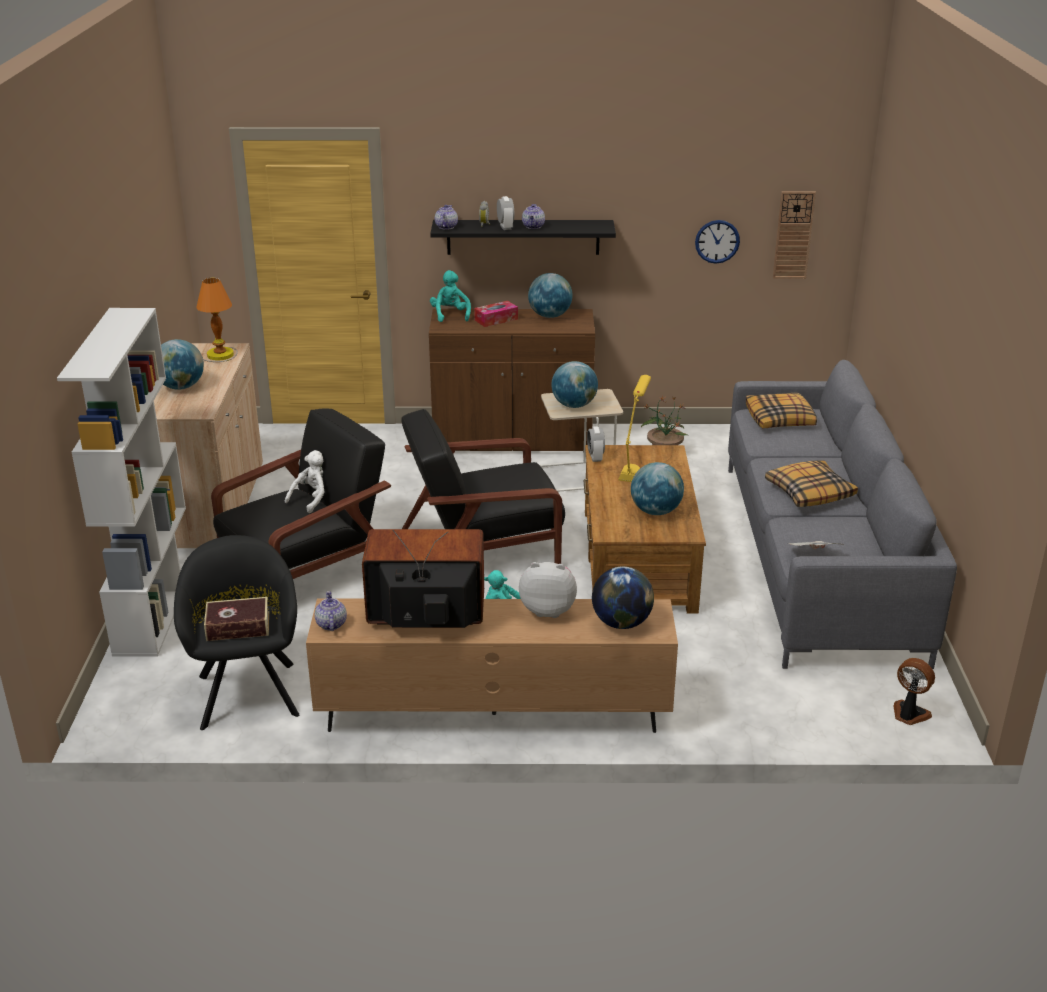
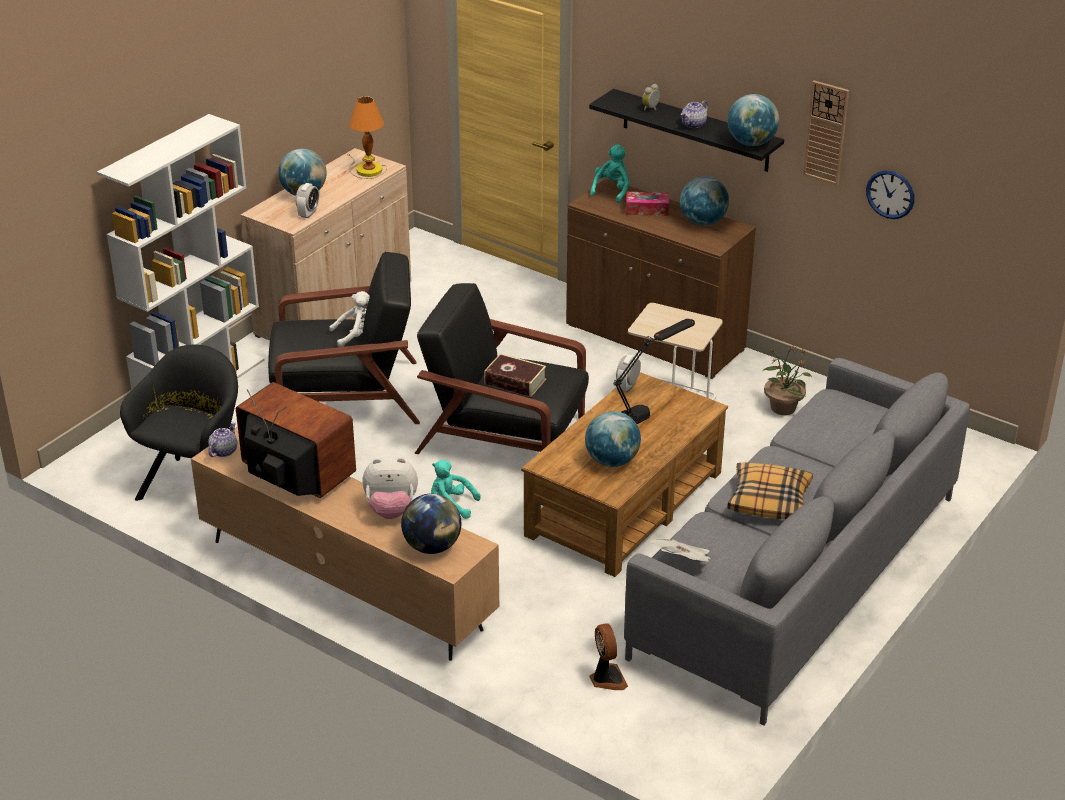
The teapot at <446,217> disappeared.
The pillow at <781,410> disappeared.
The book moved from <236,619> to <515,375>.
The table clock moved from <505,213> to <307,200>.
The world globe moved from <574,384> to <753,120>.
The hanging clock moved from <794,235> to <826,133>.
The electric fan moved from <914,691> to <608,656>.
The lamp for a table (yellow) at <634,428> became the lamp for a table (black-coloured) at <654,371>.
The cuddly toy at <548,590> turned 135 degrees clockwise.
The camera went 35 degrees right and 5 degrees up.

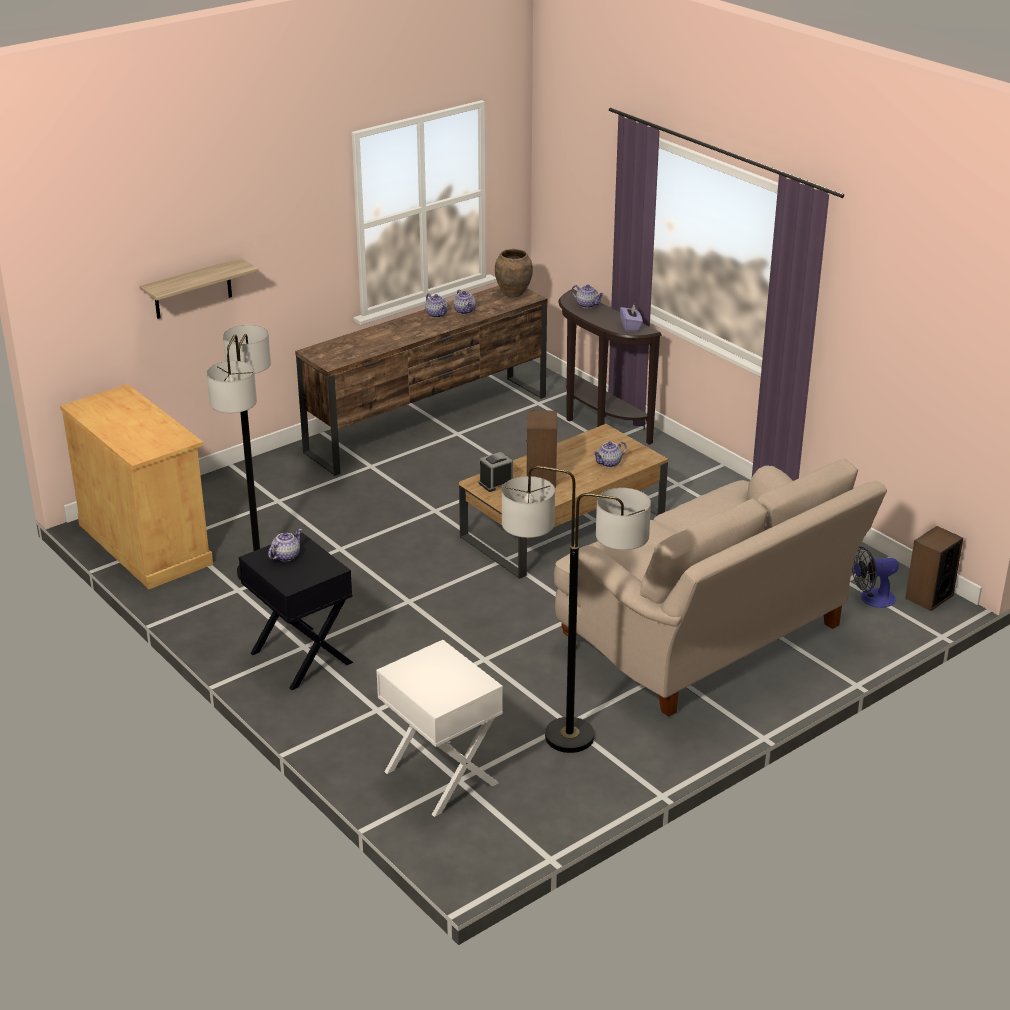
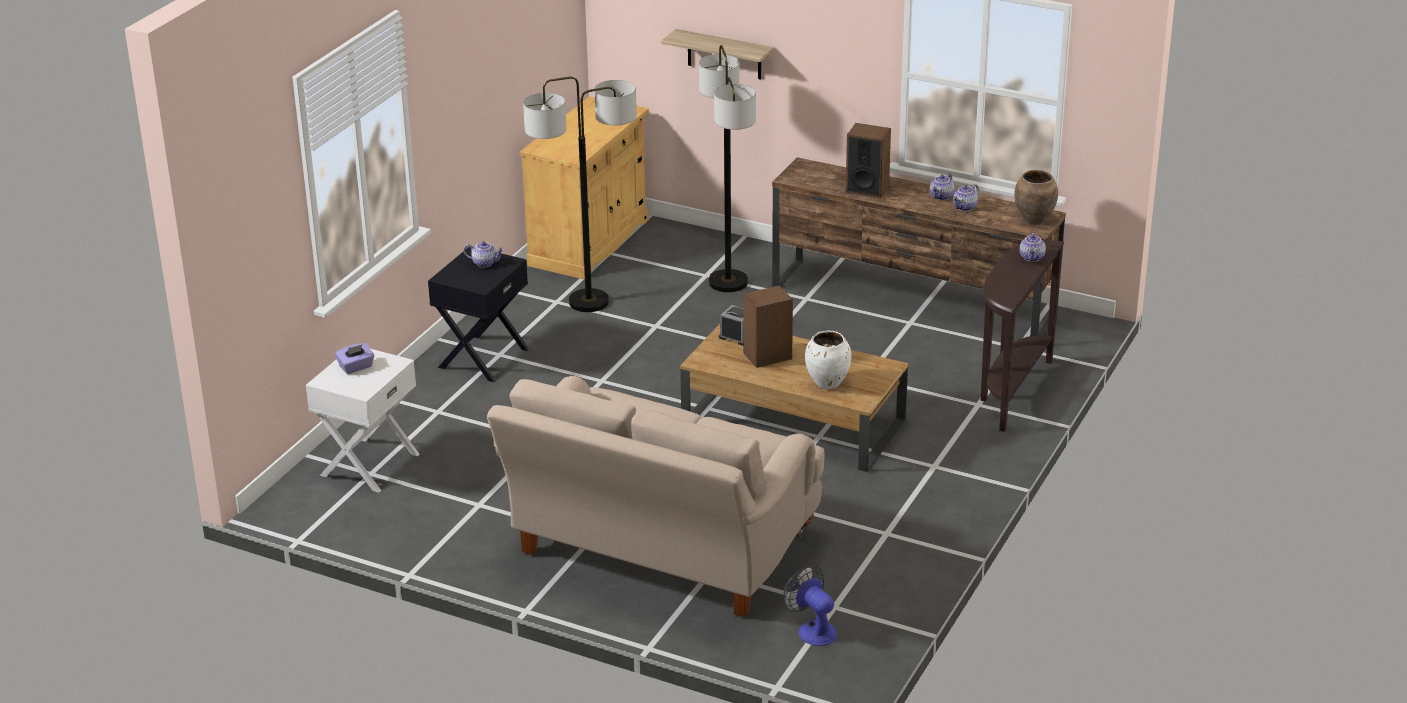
The standard lamp moved from <576,609> to <727,168>.
The tissue box (purplish) moved from <631,318> to <354,358>.
The loudspeaker moved from <934,568> to <868,160>.
The teapot at <610,454> was replaced by the decorative vase (white-coloured) at <828,359>.
The camera went 65 degrees right and 0 degrees up.

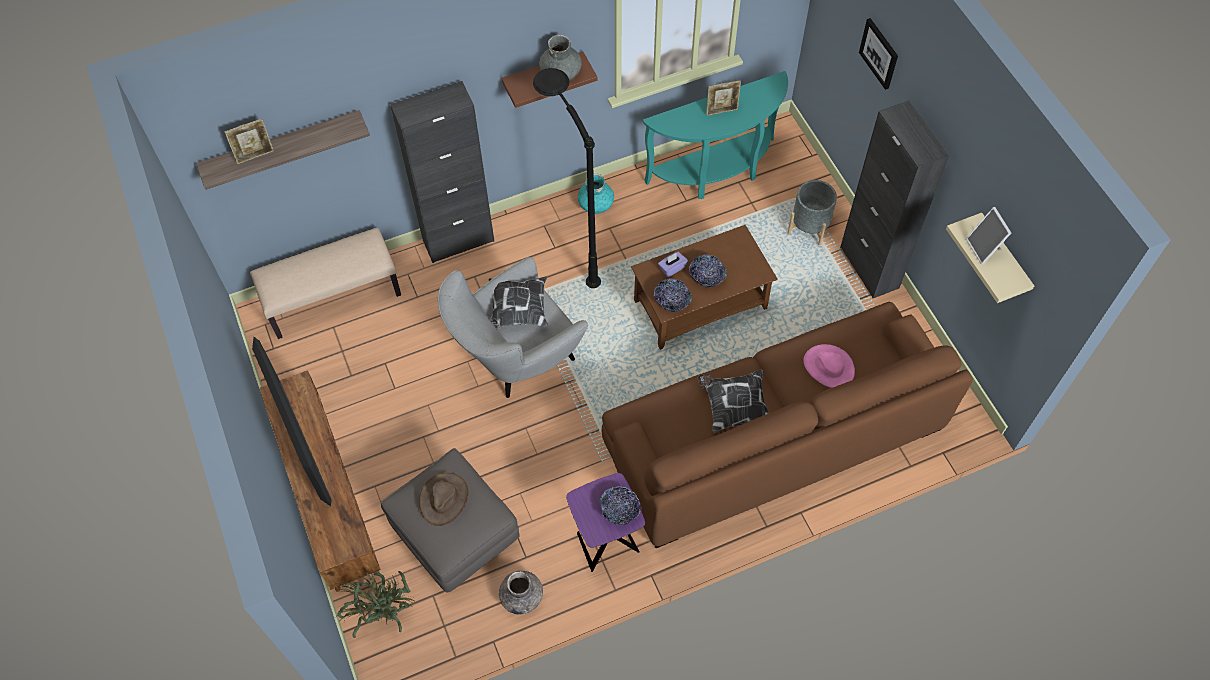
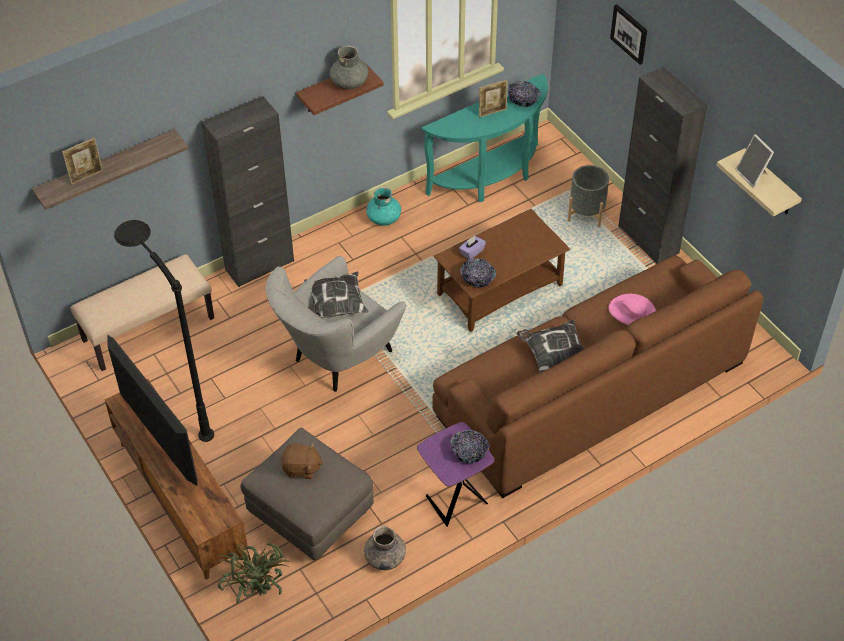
The standard lamp (black-coloured) moved from <567,178> to <164,331>.
The serving bowl moved from <708,271> to <524,94>.
The wearable hat (brown-coloured) at <444,499> was replaced by the cuddly toy (brown-coloured) at <302,461>.
The camera went 10 degrees left and 10 degrees down.

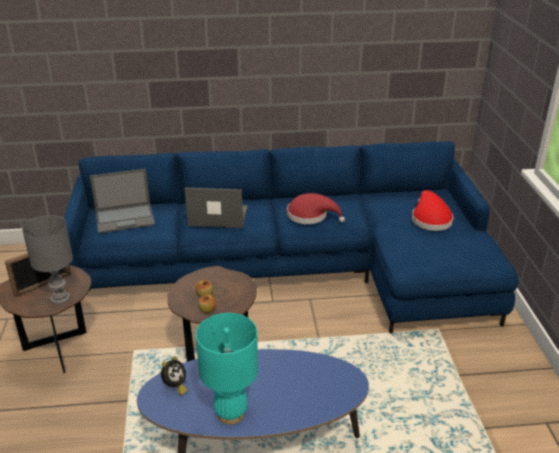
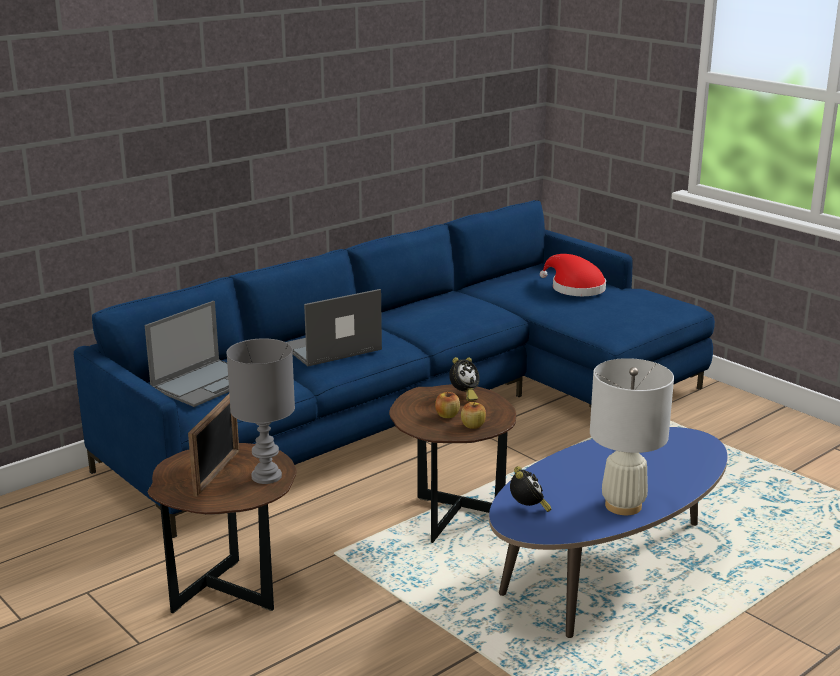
The wearable hat (reddish) at <316,208> disappeared.
The table clock at <464,379> appeared.
The lamp for a table (blue-green) at <227,368> became the lamp for a table (white-coloured) at <632,436>.
The camera went 35 degrees left and 10 degrees down.

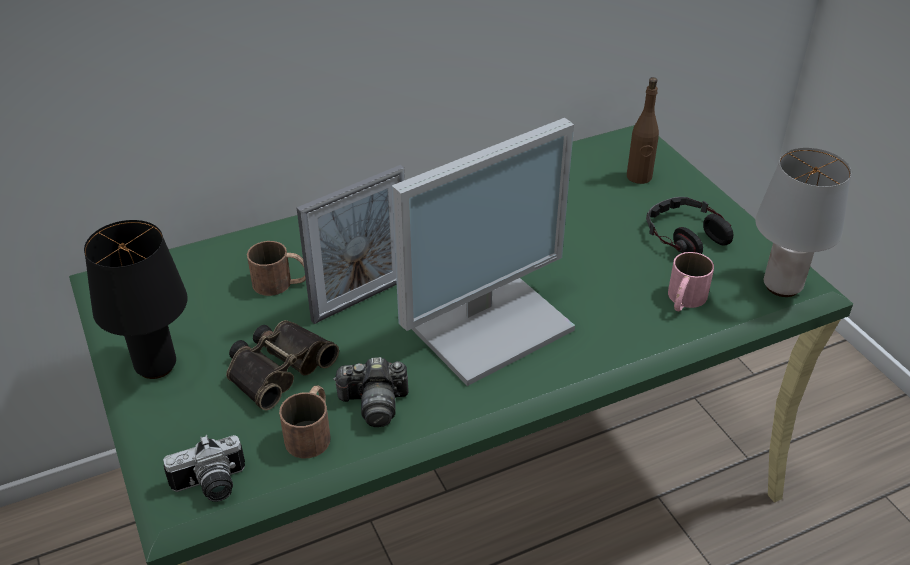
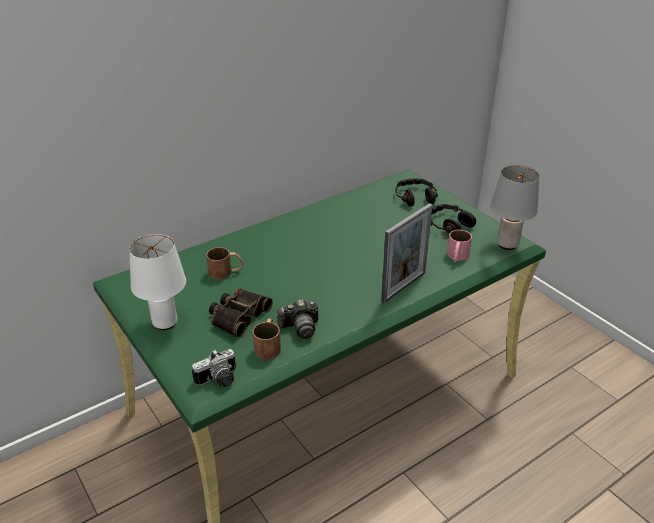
The computer display at <483,252> disappeared.
The standing frame moved from <351,244> to <406,253>.
The drink bottle (brown-coloured) at <643,130> was replaced by the pair of headphones at <416,192>.
The lamp for a table (black-coloured) at <136,299> became the lamp for a table (white-coloured) at <157,282>.
The camera went 10 degrees left and 5 degrees down.

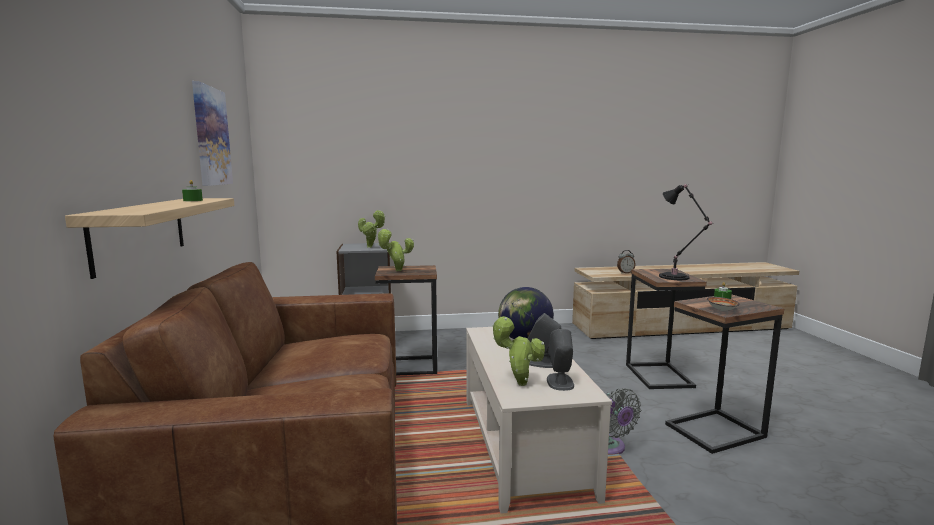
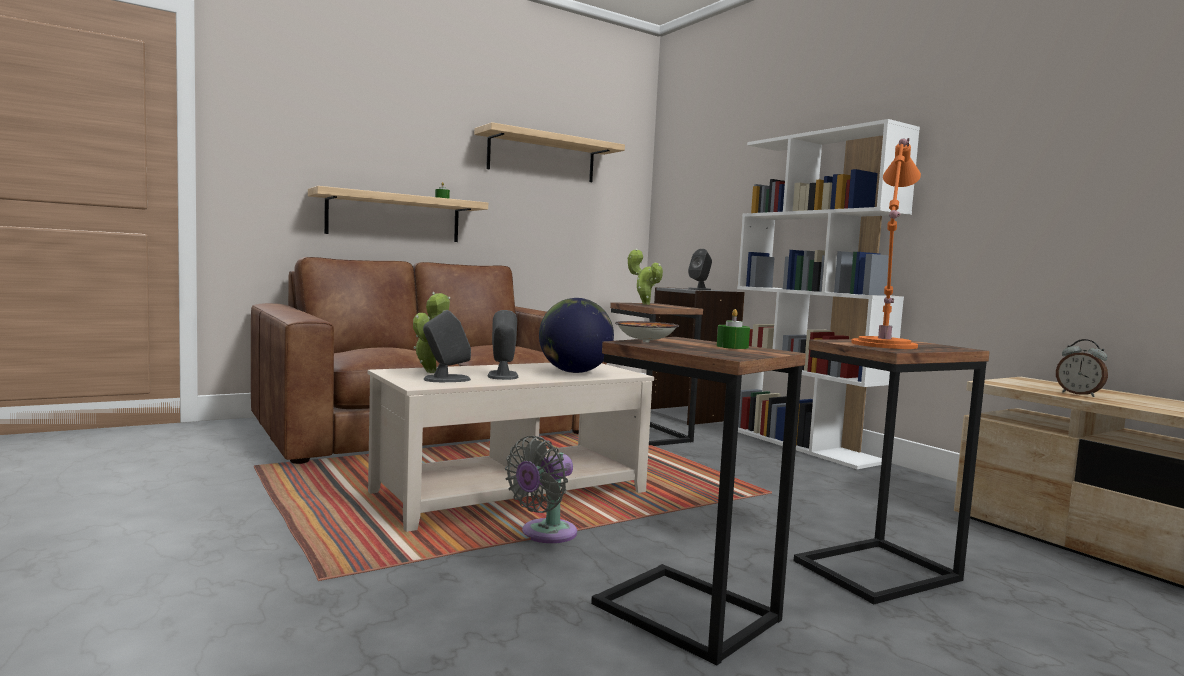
The shelving unit (white-coloured) at <828,294> appeared.
The wall art at <212,133> was replaced by the bracket shelf at <549,152>.
The houseplant at <372,229> was replaced by the loudspeaker (gray) at <700,269>.
The lamp for a table (black-coloured) at <685,232> became the lamp for a table (orange-coloured) at <886,243>.
The camera went 65 degrees right and 5 degrees down.

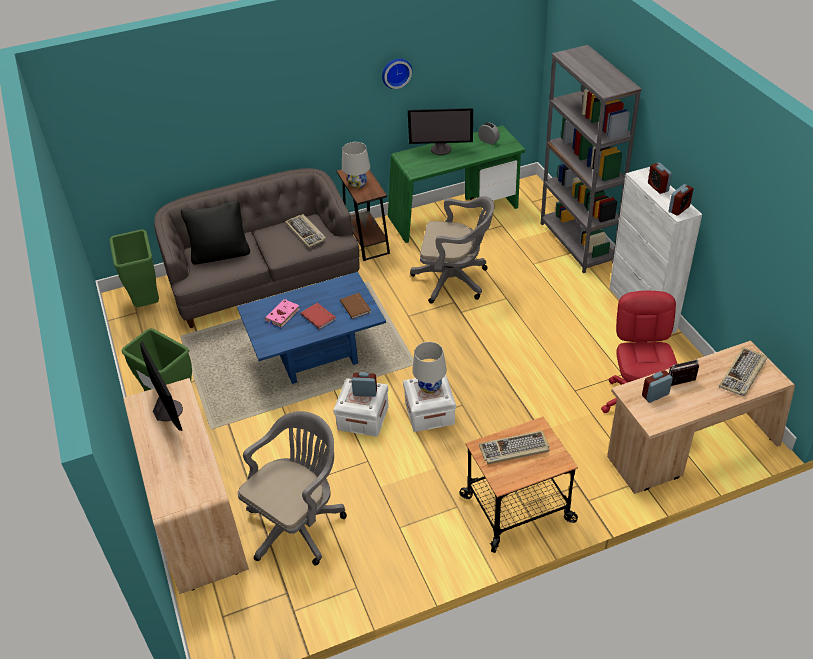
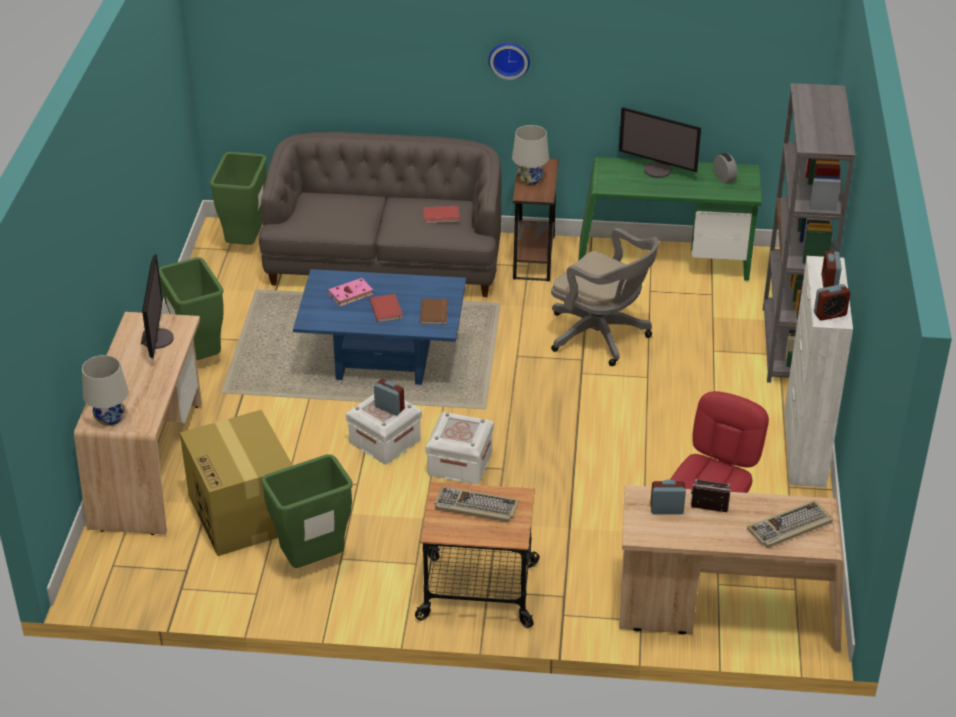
The pillow (black-coloured) at <215,232> disappeared.
The trash can (green-coloured) at <307,511> appeared.
The hanging clock moved from <397,74> to <509,61>.
The lamp for a table (white-coloured) moved from <429,367> to <105,390>.
The computer chair (gray) at <292,488> was replaced by the cardboard box at <236,483>.
The computer keyboard at <305,231> was replaced by the book (reddish) at <441,215>.
The camera went 25 degrees right and 5 degrees down.

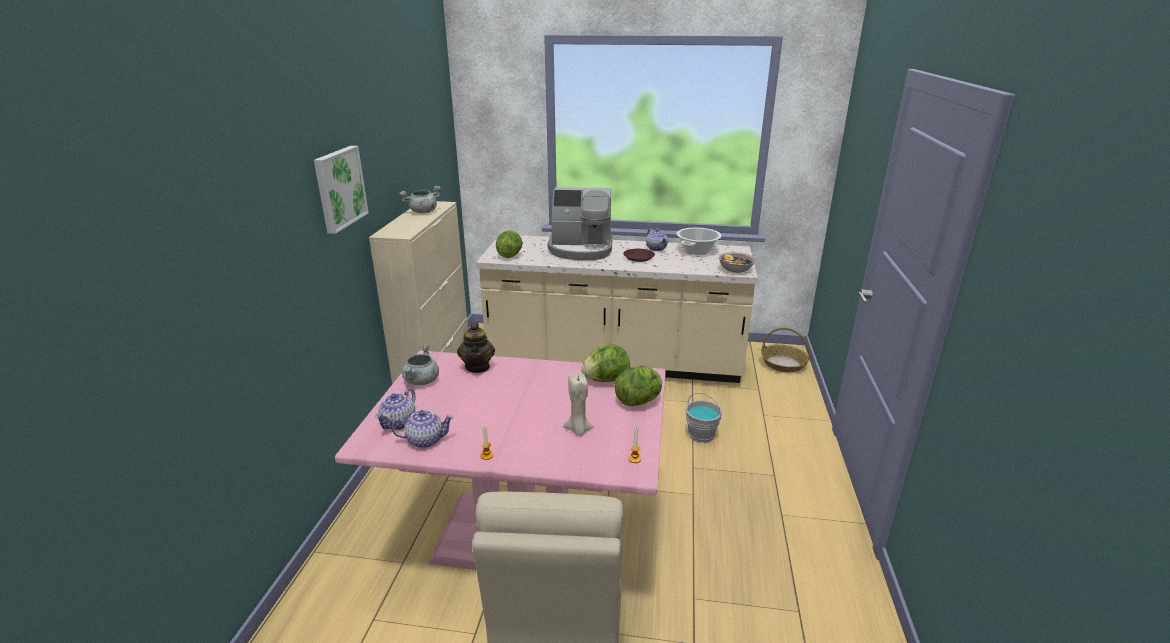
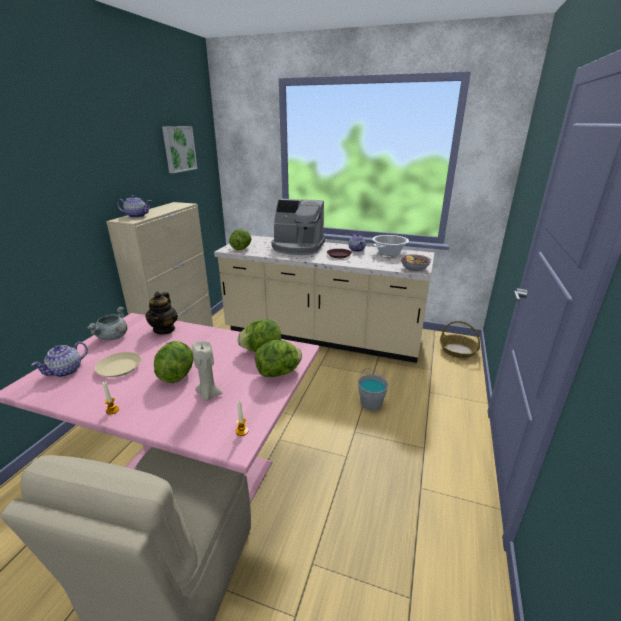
The stockpot (gray) at <420,200> disappeared.
The dinner plate (beige) at <118,364> appeared.
The head of lettuce at <174,362> appeared.
The wall art moved from <341,190> to <179,149>.
The teapot moved from <423,429> to <134,206>.
The camera went 10 degrees right and 0 degrees up.

